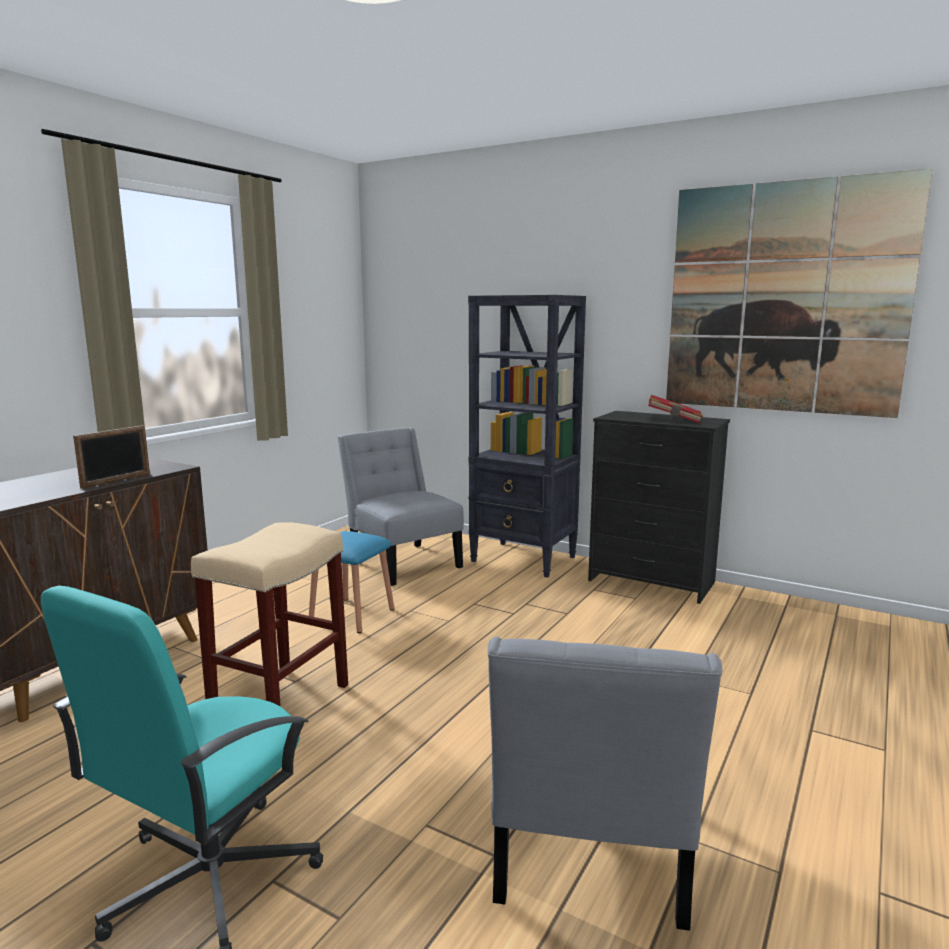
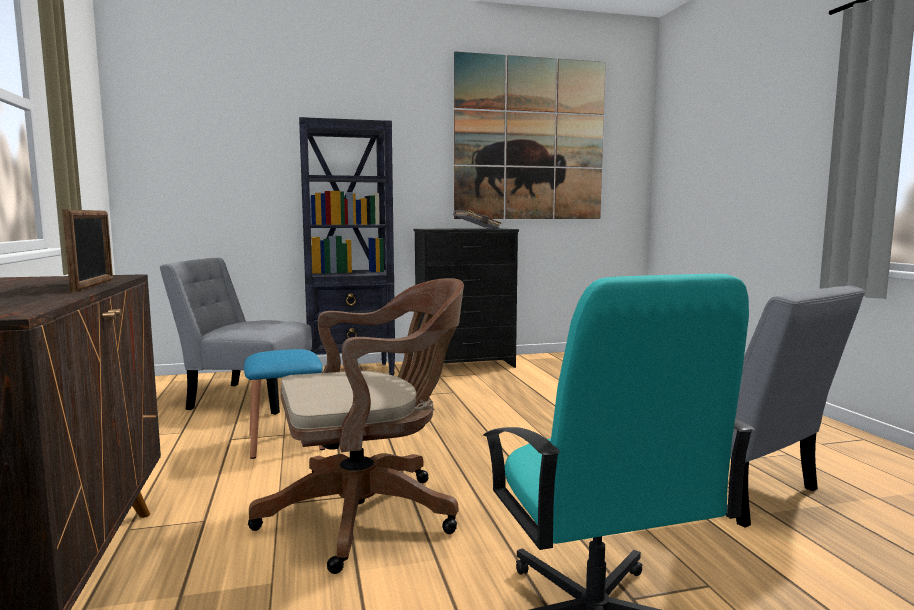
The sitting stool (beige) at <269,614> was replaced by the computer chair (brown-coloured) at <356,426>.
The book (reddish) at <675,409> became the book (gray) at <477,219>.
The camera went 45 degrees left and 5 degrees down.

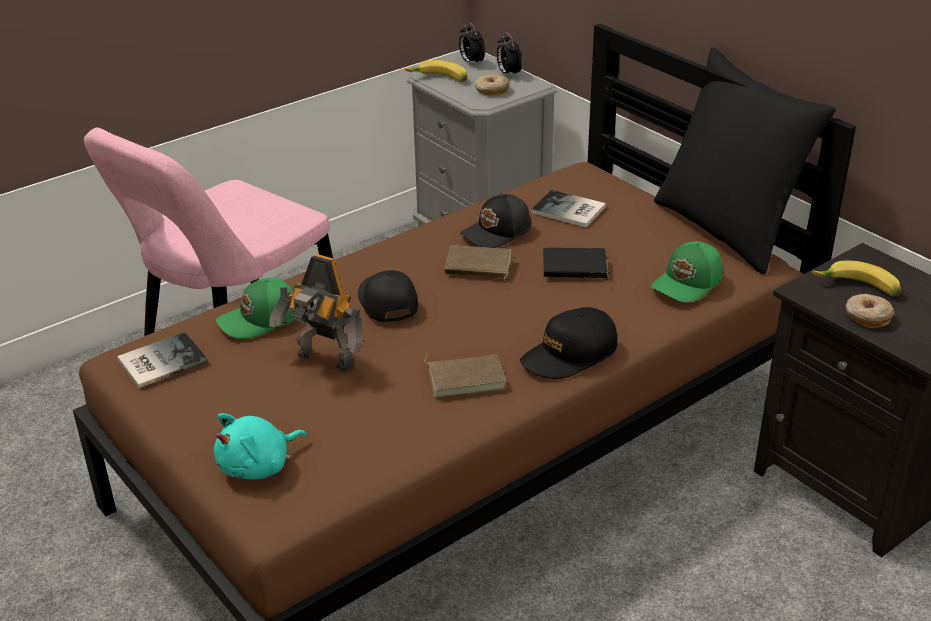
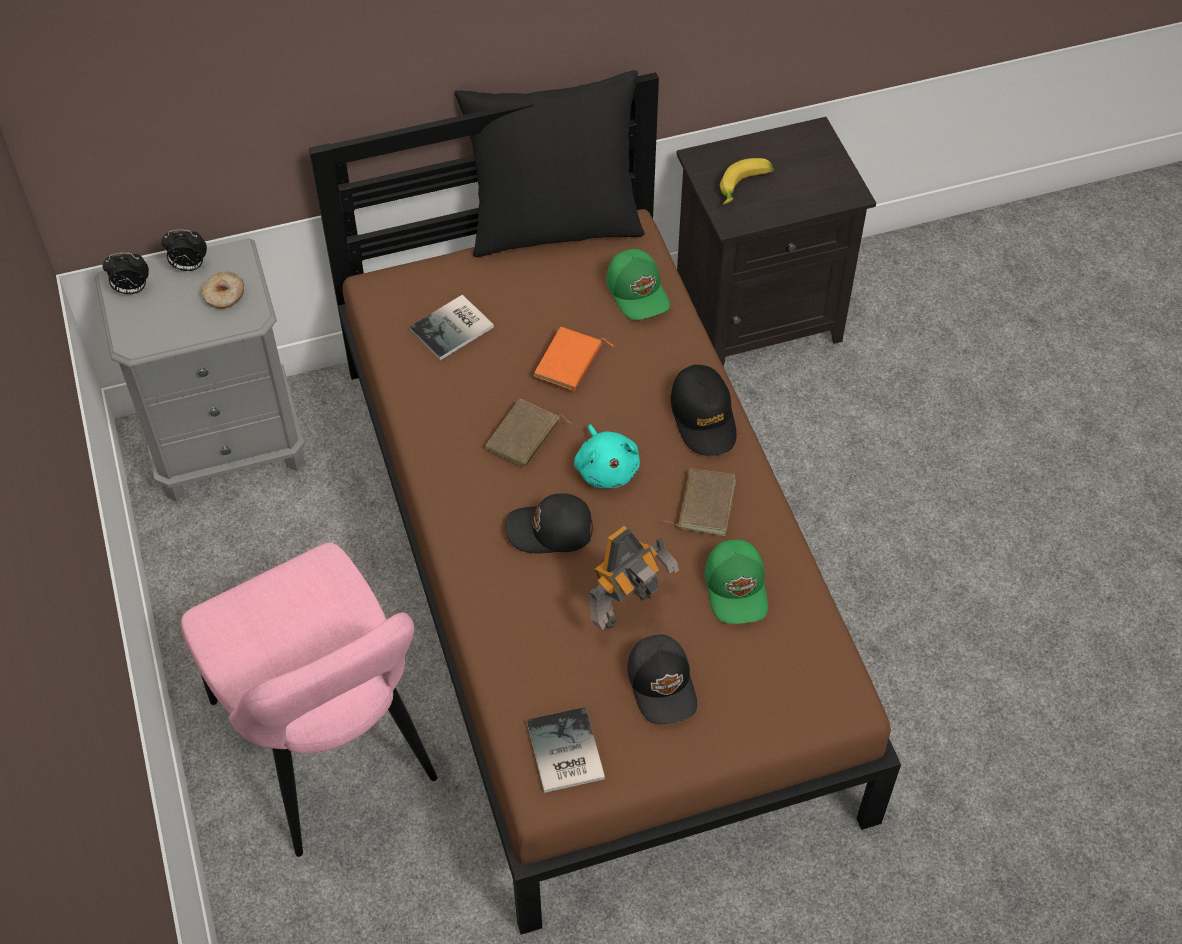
The whole banana at <436,71> disappeared.
The donut at <870,311> disappeared.
The cuddly toy (blue-green) moved from <260,446> to <607,456>.
The baseball cap (green-coloured) moved from <255,308> to <736,582>.
The baseball cap (black-coloured) moved from <495,221> to <662,679>.
The book (black-coloured) at <576,264> became the book (orange-coloured) at <574,359>.
The camera went 70 degrees left and 20 degrees up.

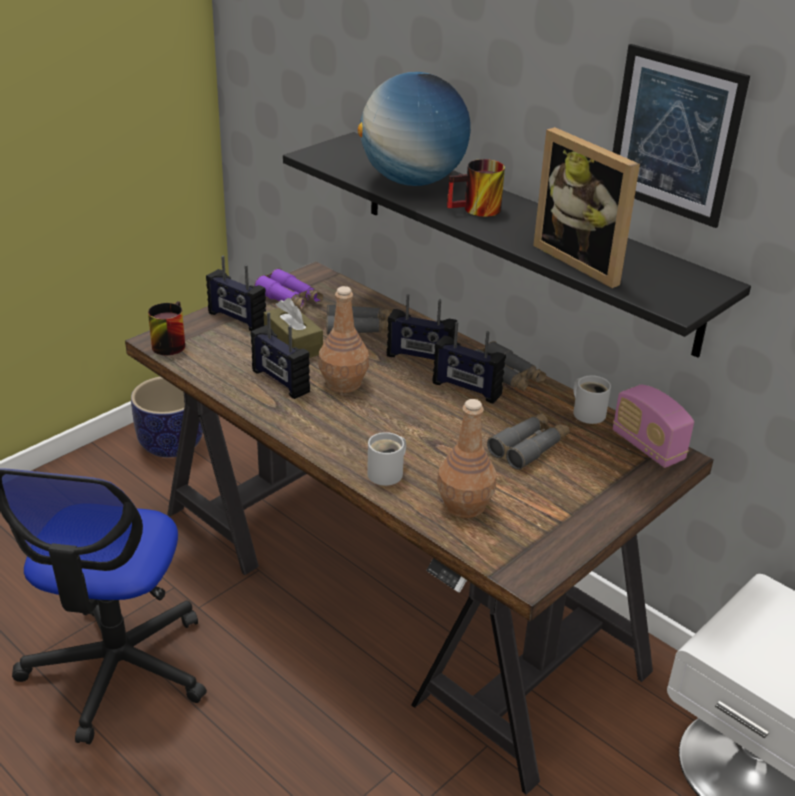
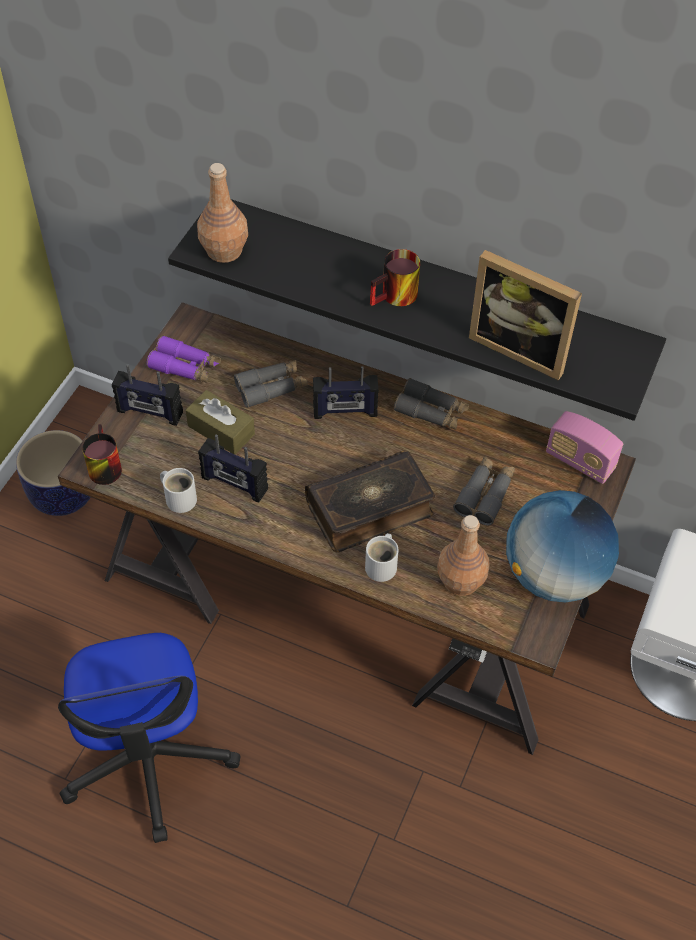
The radio at <469,363> disappeared.
The wall art at <681,136> disappeared.
The book at <370,501> appeared.
The drink bottle (brown-coloured) moved from <344,339> to <222,213>.
The world globe moved from <414,129> to <562,546>.
The coffee mug (white-coloured) moved from <592,399> to <178,490>.
The camera went 20 degrees left and 20 degrees up.

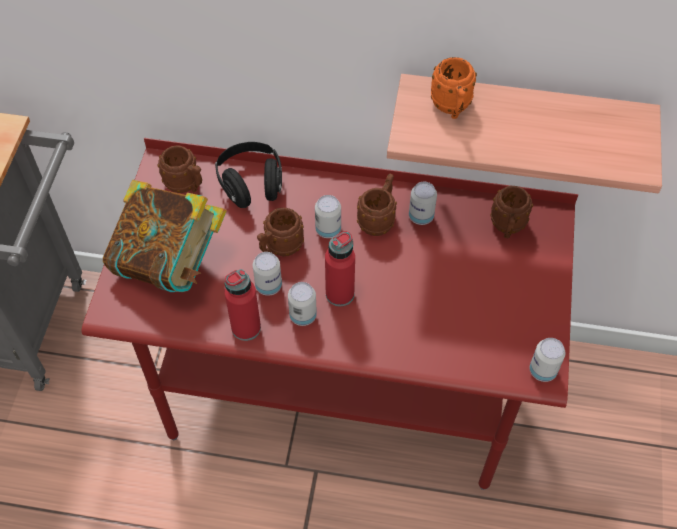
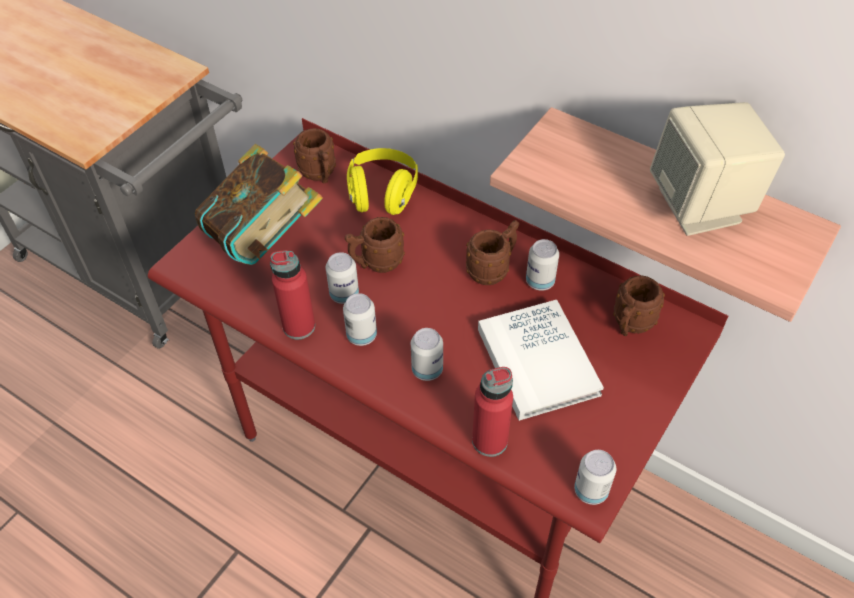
The coffee mug (orange-coloured) at <454,88> disappeared.
The book (white-coloured) at <541,360> appeared.
The loudspeaker (beige) at <717,169> appeared.
The can moved from <328,216> to <427,354>.
The drink bottle (reddish) moved from <340,268> to <492,412>.
The pair of headphones (black-coloured) at <248,175> became the pair of headphones (yellow) at <382,181>.
The camera went 25 degrees right and 5 degrees down.

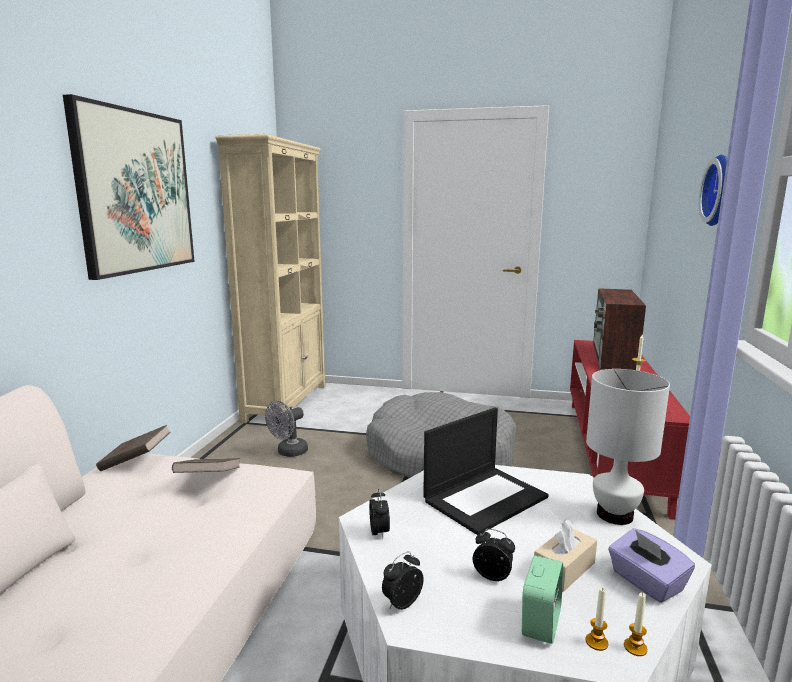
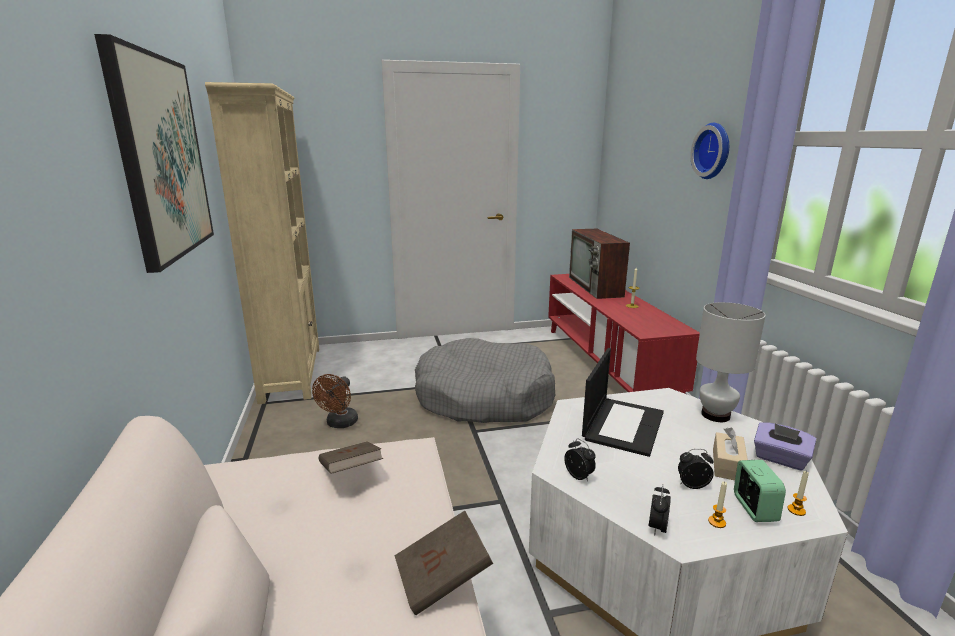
The book (brown-coloured) moved from <133,448> to <444,562>.
The wax candle moved from <636,624> to <717,505>.
The electric fan (gray) at <286,429> became the electric fan (brown-coloured) at <335,401>.
The camera went 25 degrees left and 5 degrees up.

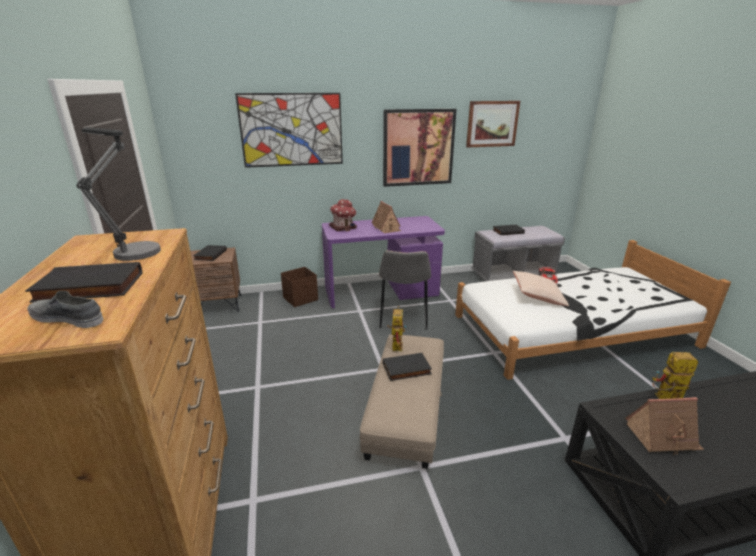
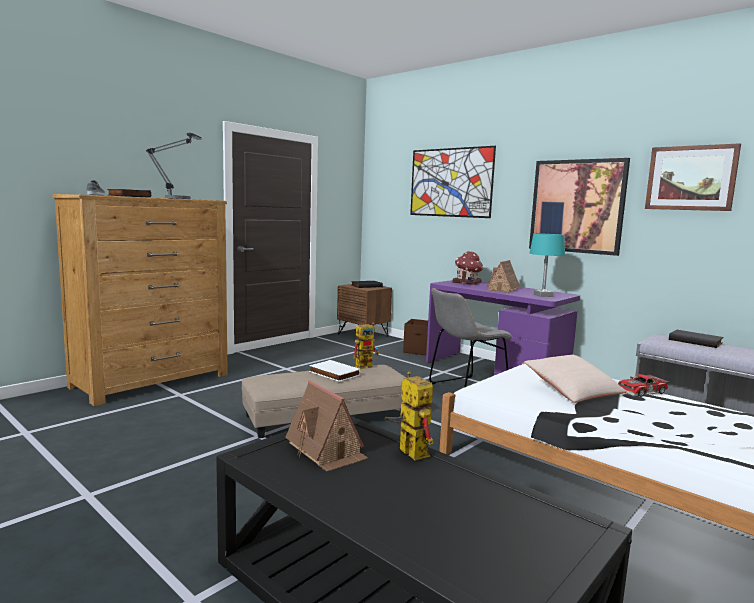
The lamp for a table (blue-green) at <547,265> appeared.
The book (black-coloured) at <407,367> became the book (white-coloured) at <335,371>.
The camera went 55 degrees right and 15 degrees down.

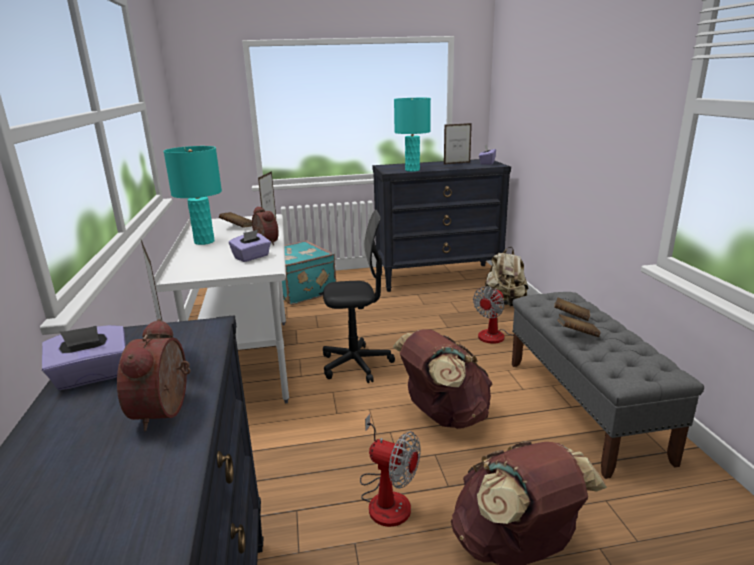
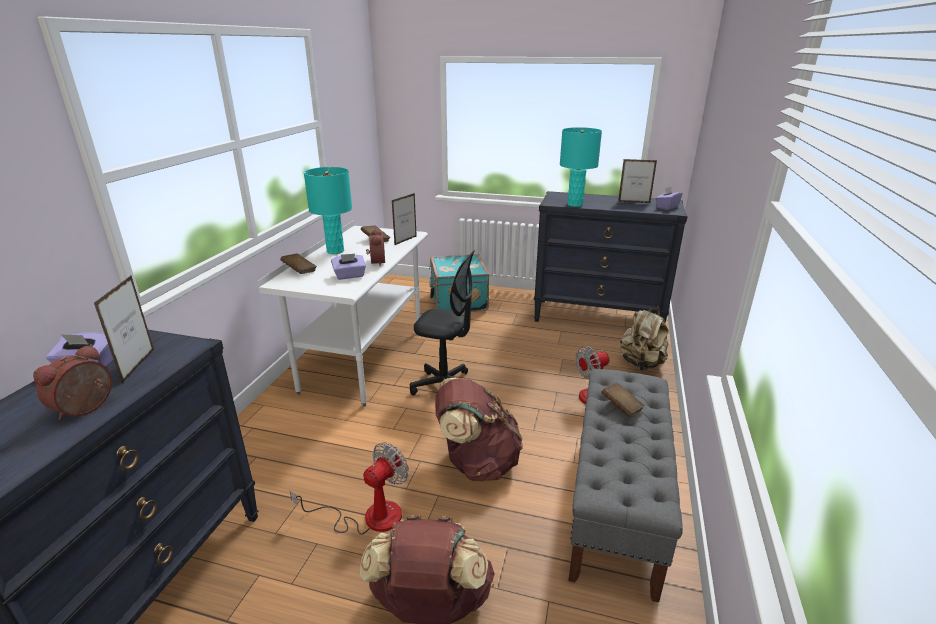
The book (brown-coloured) moved from <579,325> to <298,263>.
The electric fan at <390,470> turned 105 degrees counterclockwise.
The camera went 25 degrees right and 5 degrees up.

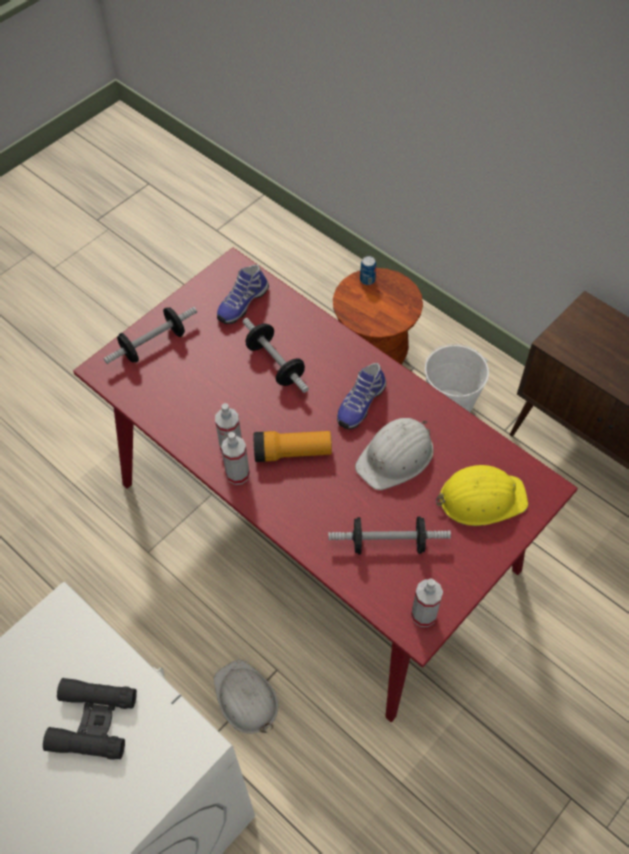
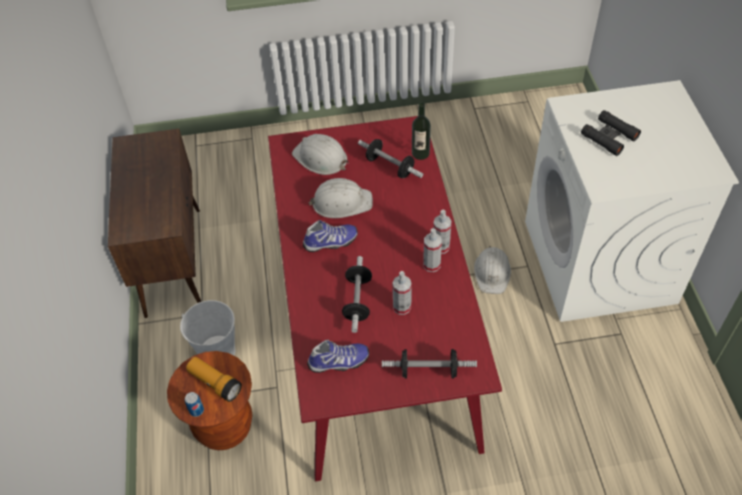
The drink bottle at <421,131> appeared.
The torch moved from <292,446> to <214,379>.
The spray bottle moved from <427,602> to <402,293>.
The work helmet (yellow) at <482,495> became the work helmet (white-coloured) at <320,154>.
The camera went 140 degrees left and 5 degrees down.

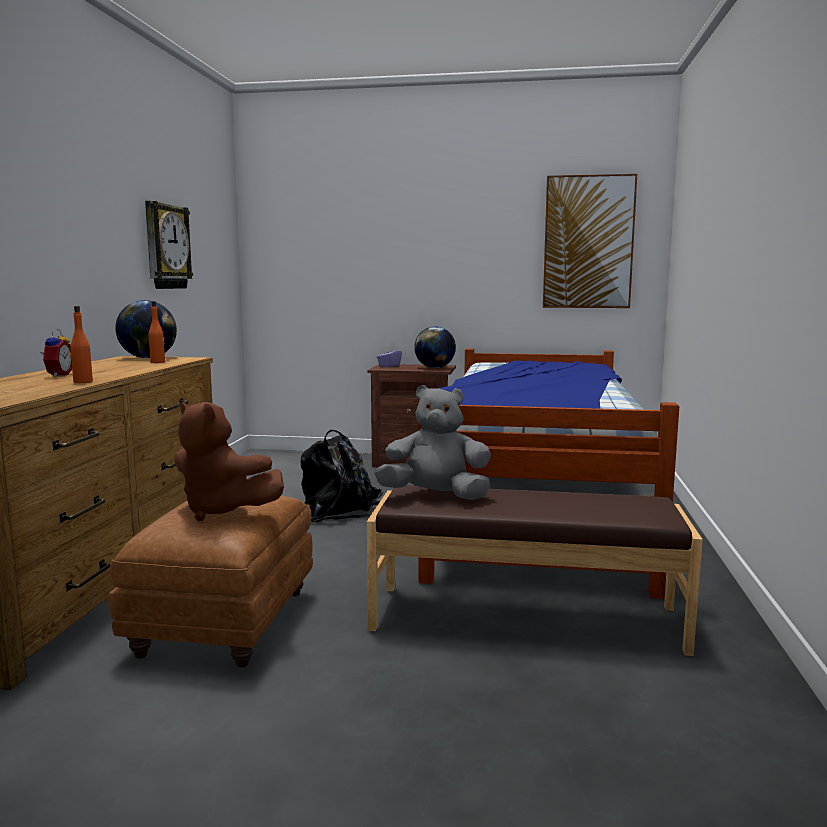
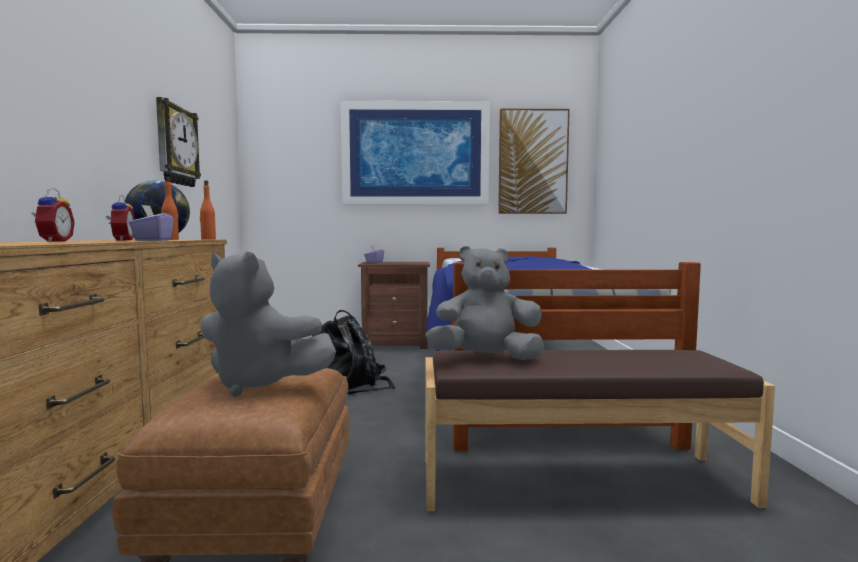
The world globe at <435,347> disappeared.
The table clock at <120,218> appeared.
The tissue box (purplish) at <151,223> appeared.
The wall art at <415,153> appeared.
The drink bottle (orange-coloured) moved from <81,344> to <208,209>.
The cuddly toy (brown-coloured) at <229,461> became the cuddly toy (gray) at <268,324>.
The camera went 10 degrees left and 5 degrees down.

